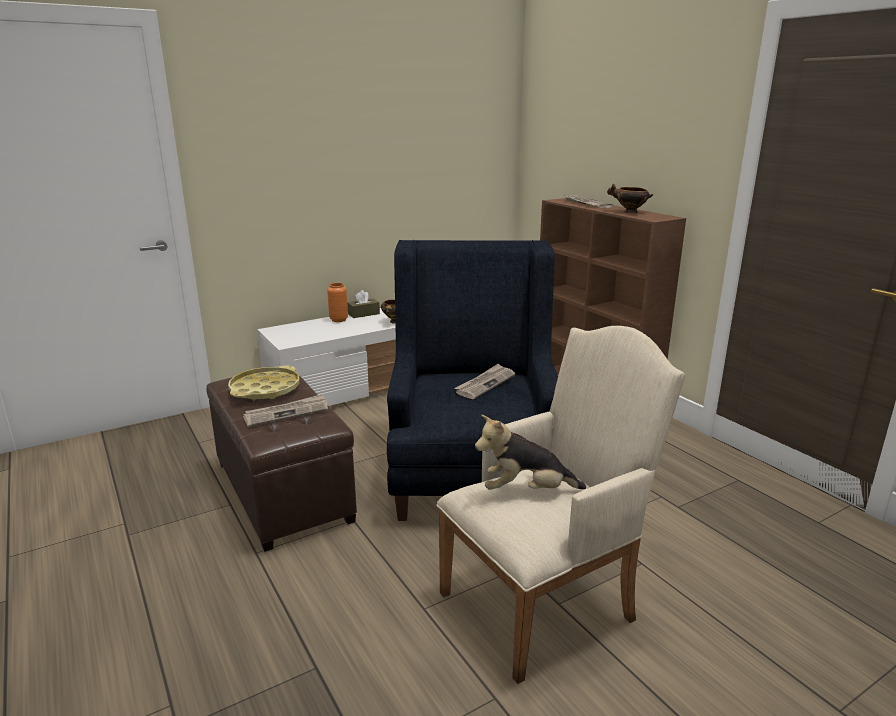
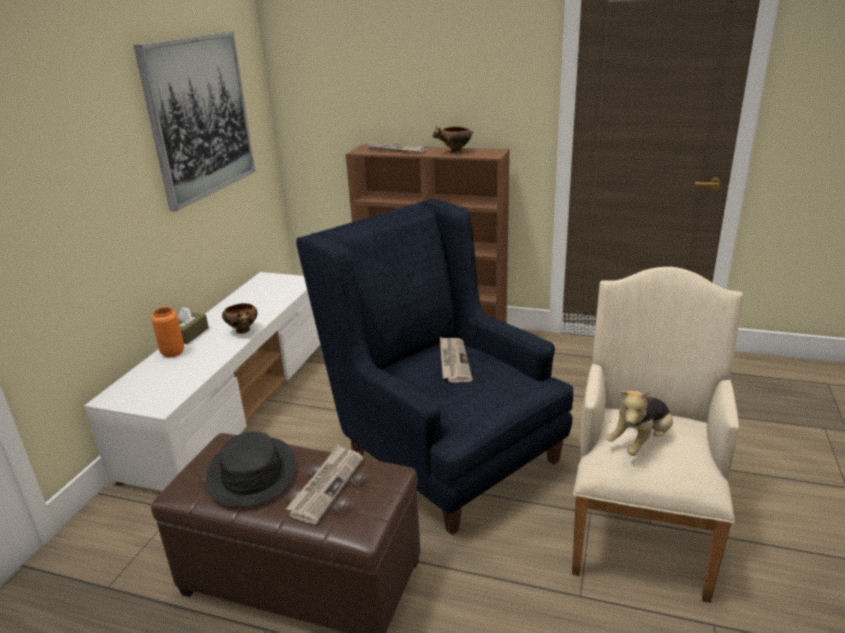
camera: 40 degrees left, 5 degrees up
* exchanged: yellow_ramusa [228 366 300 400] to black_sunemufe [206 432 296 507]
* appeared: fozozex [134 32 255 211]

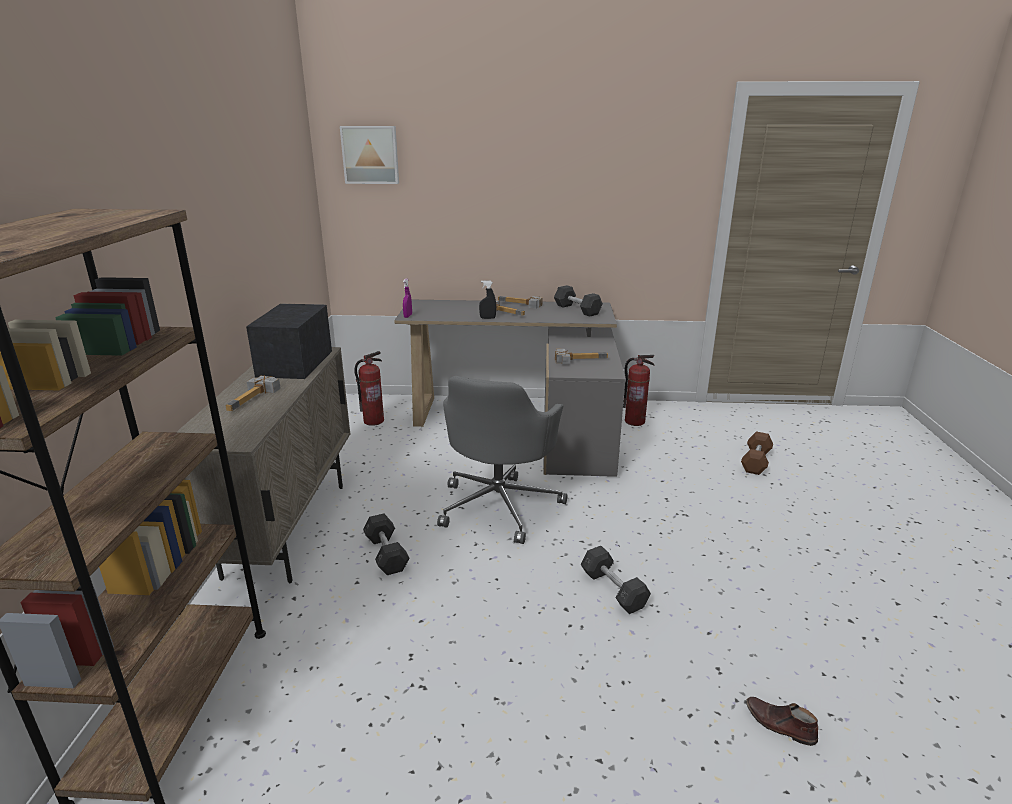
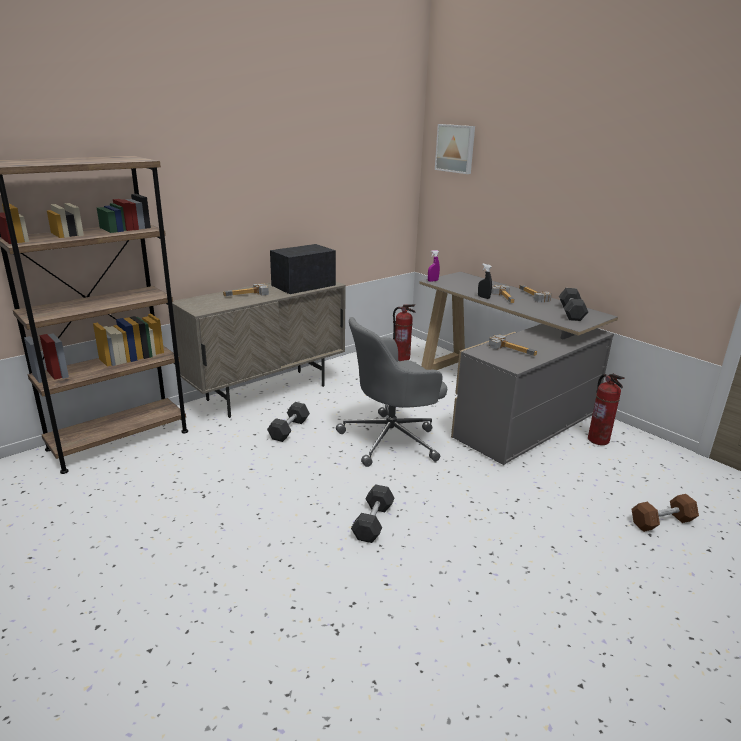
camera: 45 degrees right, 0 degrees up
* missing: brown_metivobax [746 697 818 746]

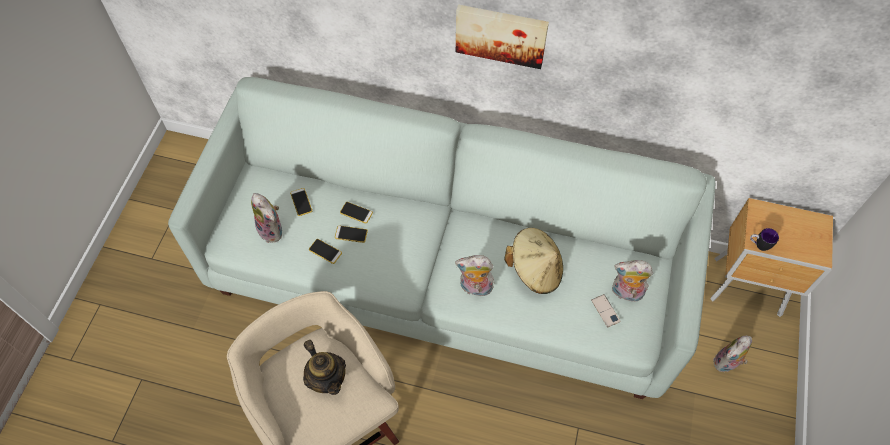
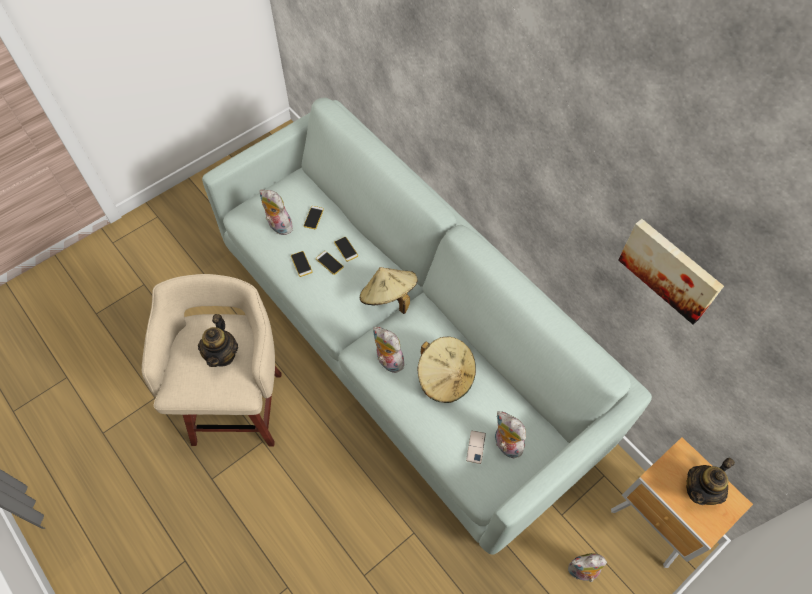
camera: 35 degrees right, 0 degrees up
* spun: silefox [251 193 282 243] = [259 190 293 235] 135 degrees clockwise
* relocated: fozozex [456 4 549 69] to [618 219 724 324]
* missing: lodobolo [750 228 779 251]
* appeared: beige_sunemufe [360 267 418 314]
* appeared: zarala [687 458 735 505]

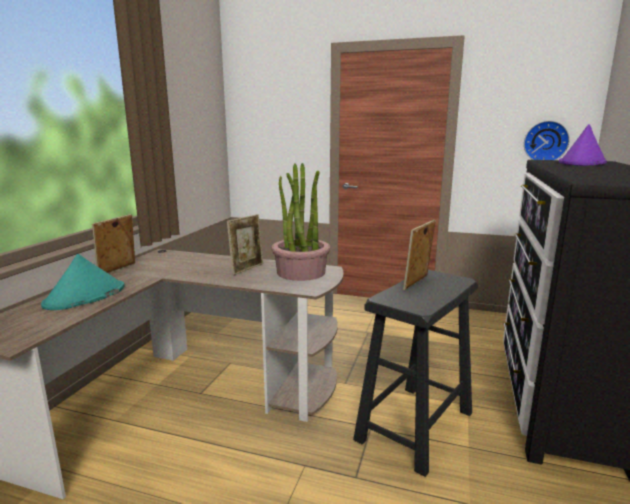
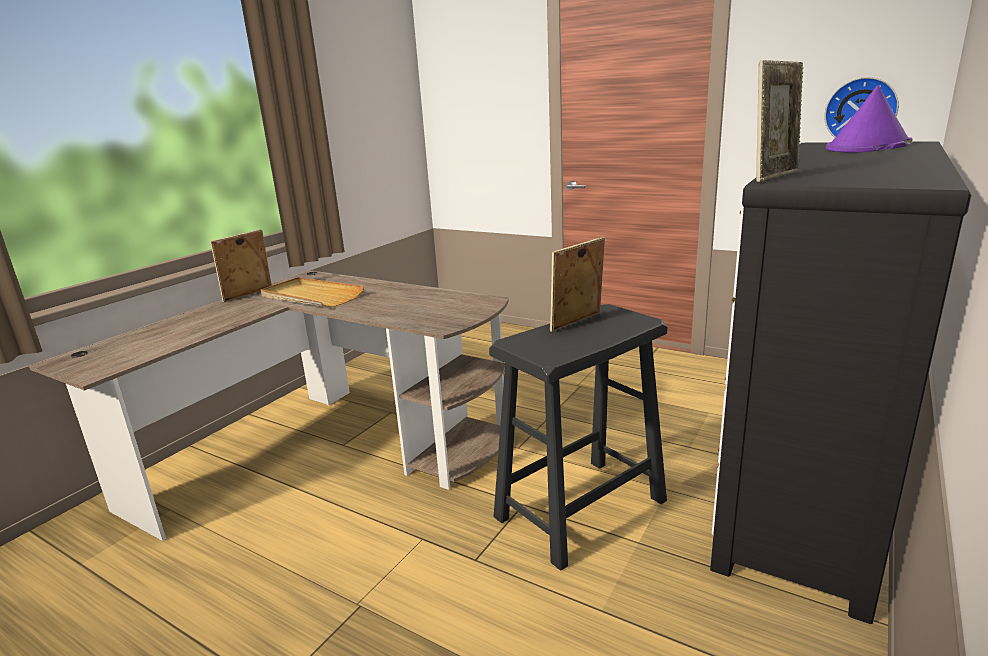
camera: 15 degrees right, 5 degrees up
* missing: turquoise_sunemufe [41 254 125 310]
* relocated: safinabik [227 214 263 275] to [756 60 803 182]
* missing: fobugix [272 163 330 281]
* appeared: beige_ramusa [261 277 364 307]

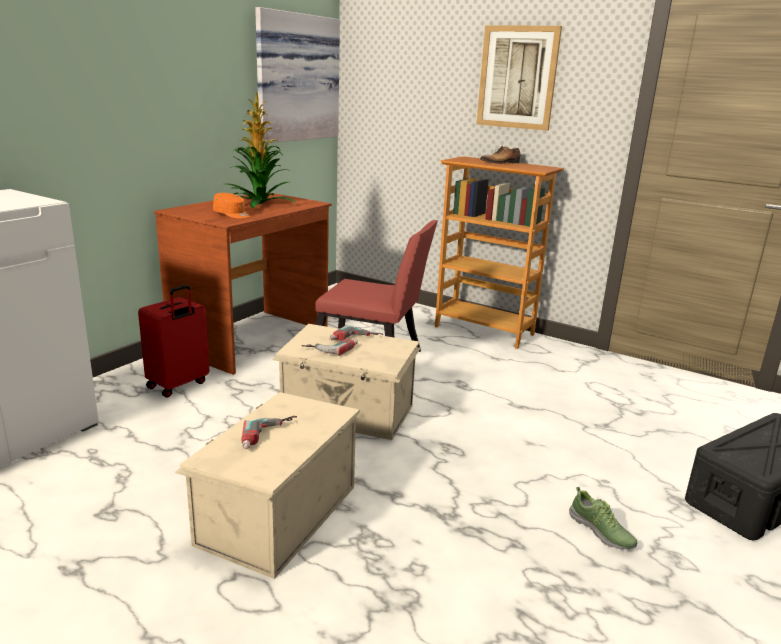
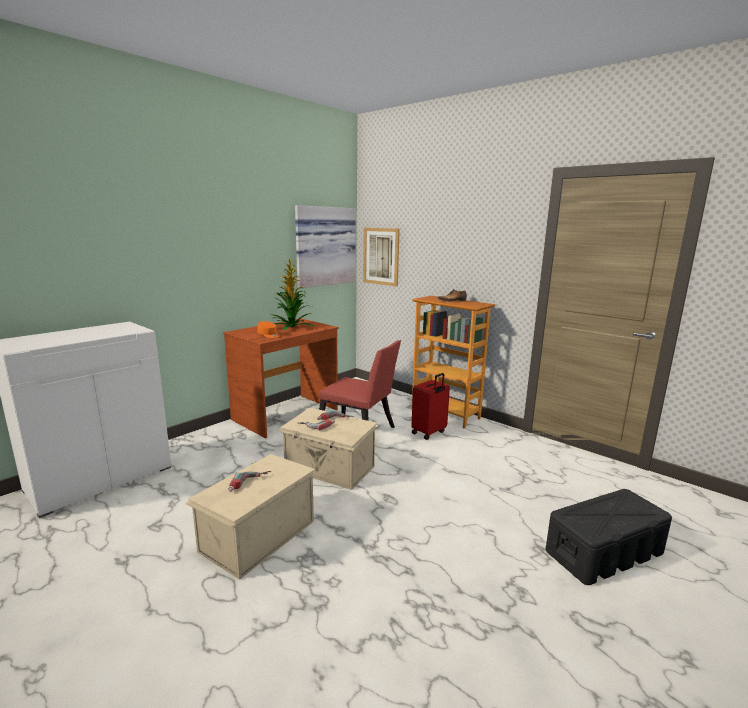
camera: 10 degrees right, 5 degrees down
* relocated: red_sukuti [138 285 210 397] to [411 373 450 440]
* relocated: fozozex [477 25 562 131] to [363 228 400 287]
* missing: metivobax [569 487 637 550]

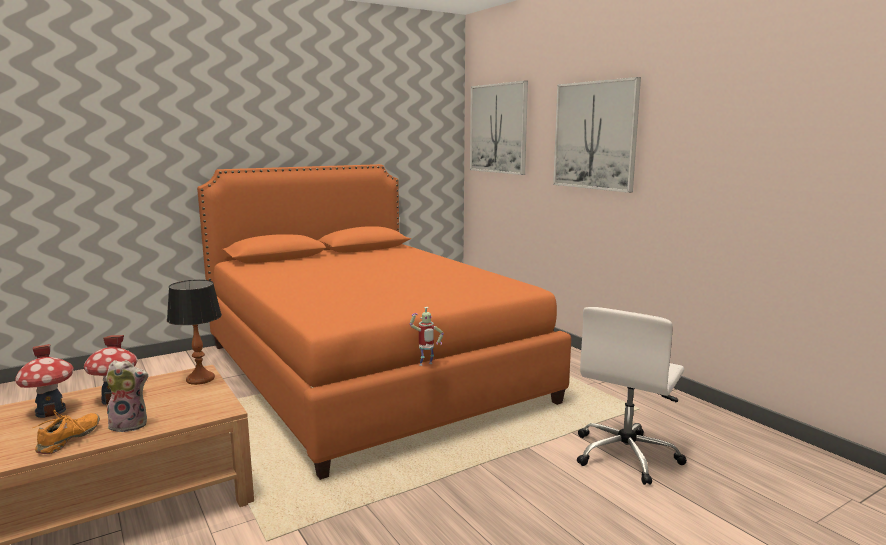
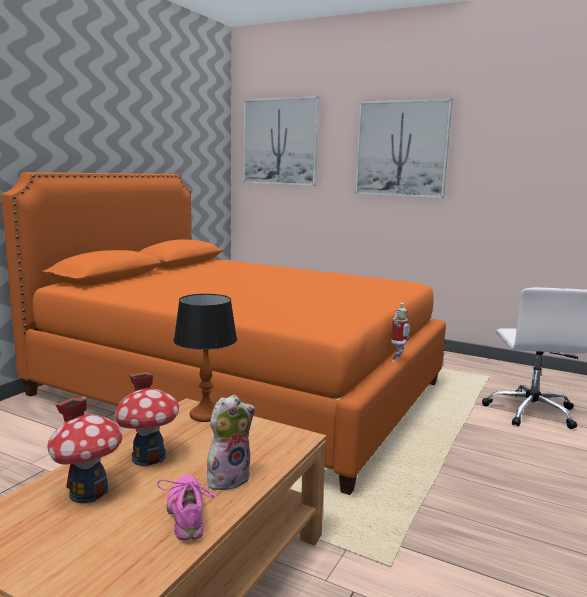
camera: 30 degrees left, 0 degrees up
* colour: orange_metivobax [33 410 100 454] to pink_metivobax [157 475 222 541]

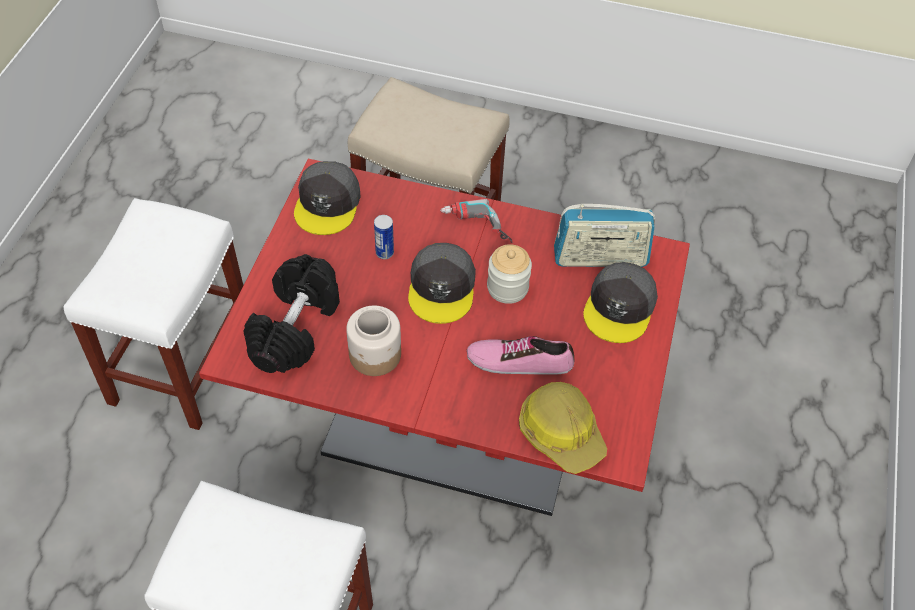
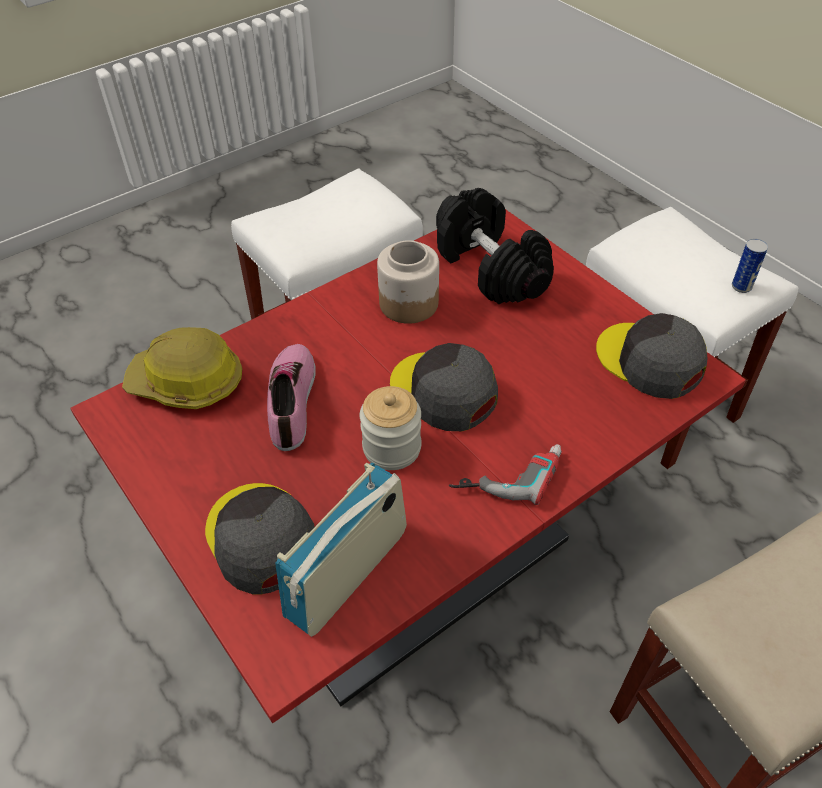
camera: 130 degrees right, 5 degrees down
* relocated: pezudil [374 215 394 259] to [732 239 768 293]
* spun: metivobax [467 336 574 375] = [267 344 316 451] 45 degrees counterclockwise

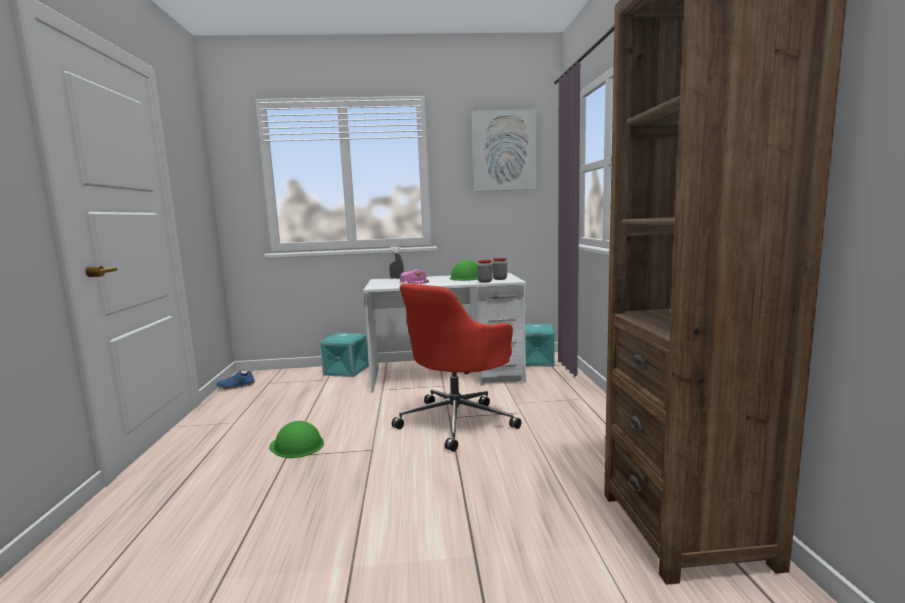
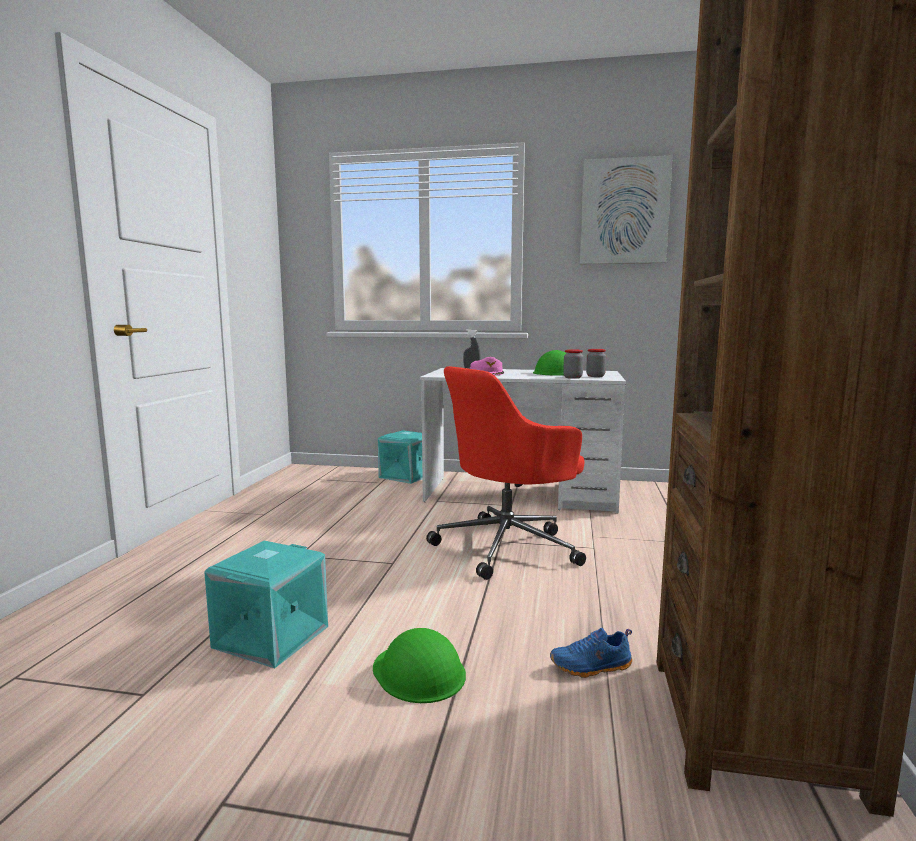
camera: 15 degrees right, 0 degrees up
* relocated: blue_metivobax [217 369 255 390] to [550 628 632 678]
* relocated: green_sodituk [269 421 324 458] to [373 628 466 703]
* relocated: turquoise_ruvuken [525 324 554 367] to [204 541 328 668]

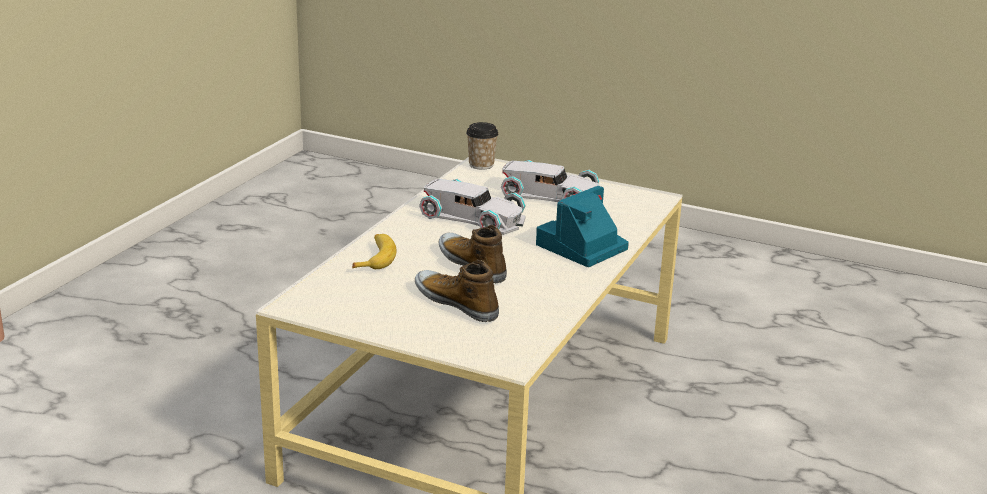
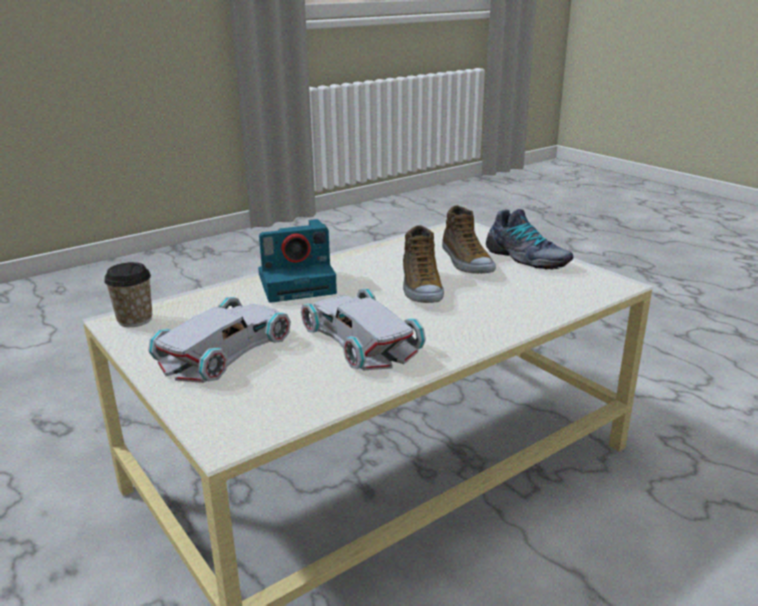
camera: 150 degrees left, 0 degrees up
* missing: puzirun [352 234 397 269]
* relocated: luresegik [466 122 499 170] to [104 262 152 327]
* spun: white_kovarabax [501 160 600 202] = [148 297 291 383] 75 degrees clockwise
* appeared: metivobax [486 209 574 269]

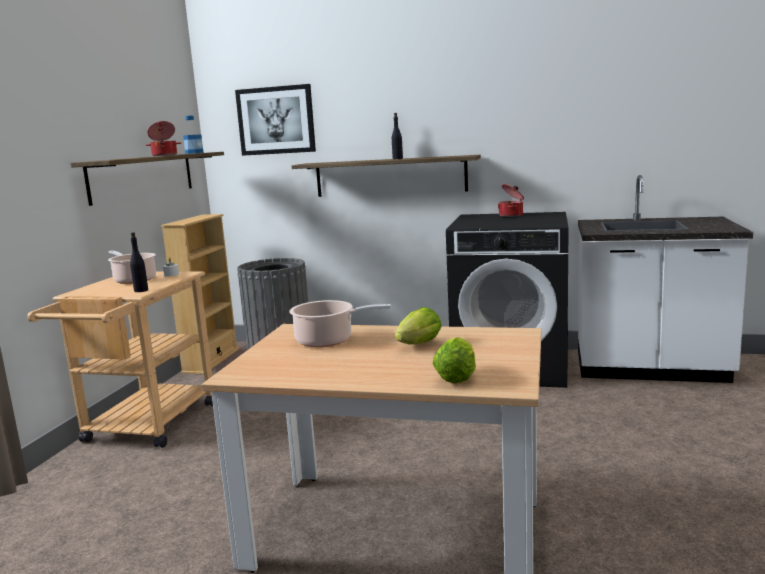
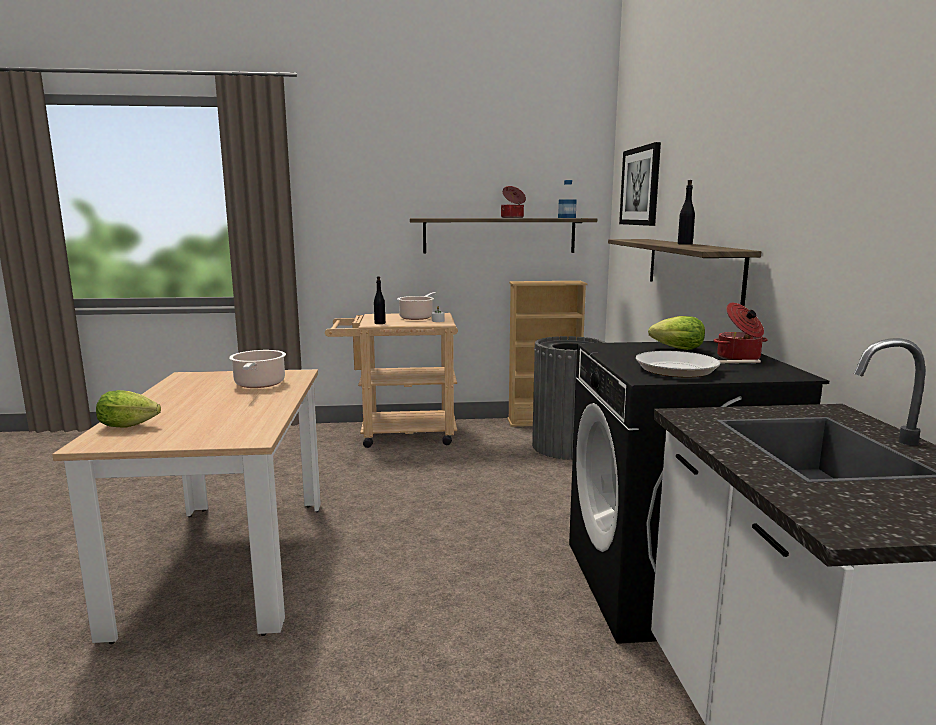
camera: 70 degrees right, 0 degrees up
* relocated: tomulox [395 307 442 345] to [648 316 705 350]
* appeared: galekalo [636 351 761 377]

